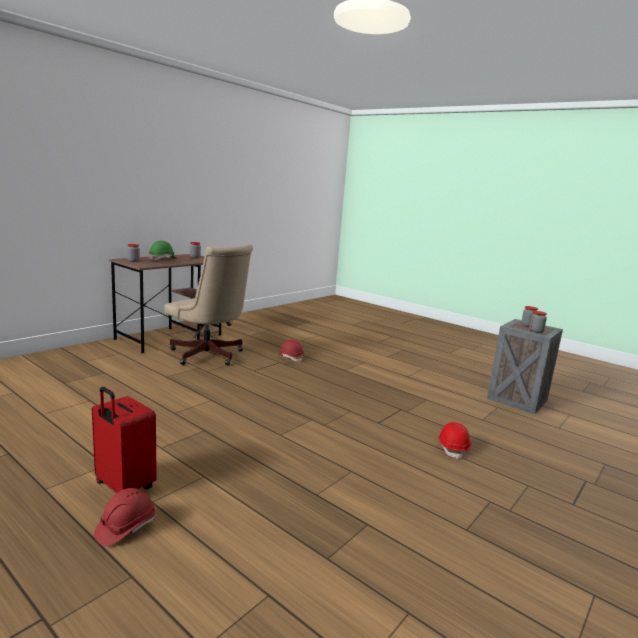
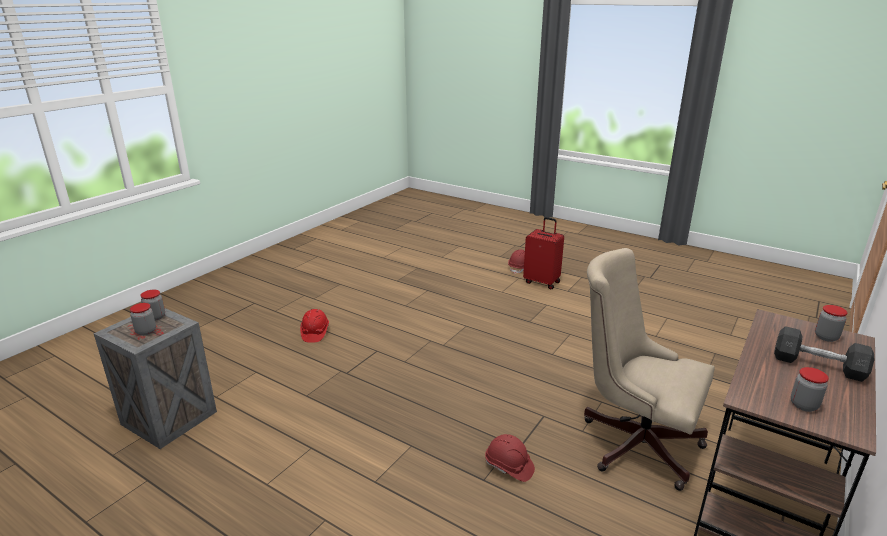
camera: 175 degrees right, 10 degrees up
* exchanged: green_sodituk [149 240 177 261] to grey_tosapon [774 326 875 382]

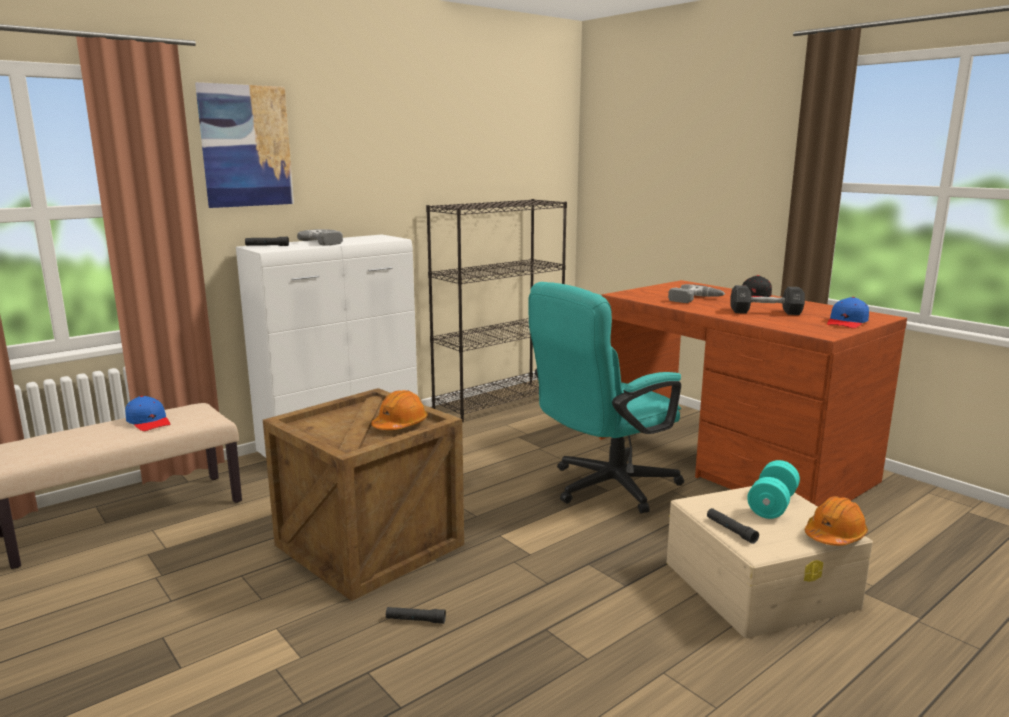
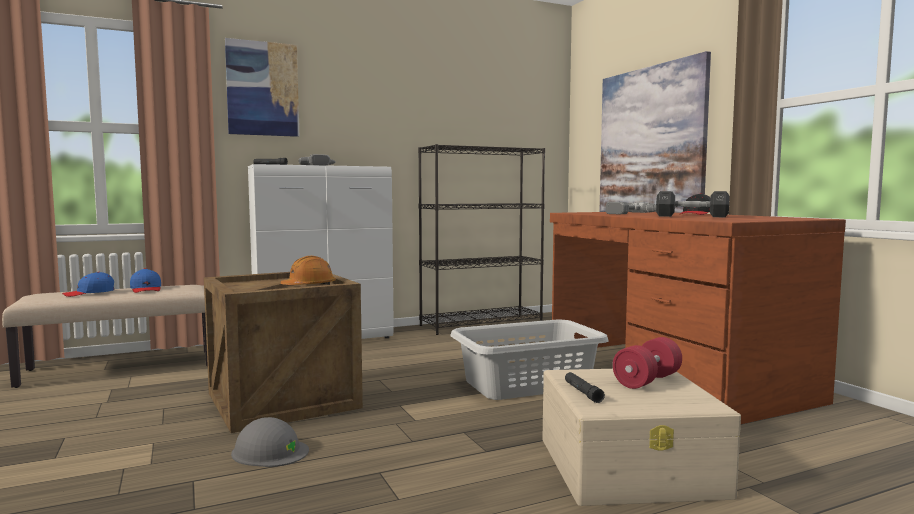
camera: 15 degrees right, 10 degrees down
* exchanged: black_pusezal [386 607 446 624] to grey_sodituk [231 417 309 467]
* exchanged: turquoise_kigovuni [528 282 684 514] to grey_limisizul [450 320 608 400]
* colour: turquoise_tosapon [747 460 800 519] to red_tosapon [612 337 682 389]
* missing: orange_sodituk [805 496 868 546]
* relocated: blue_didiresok [827 297 869 329] to [62 272 114 297]
* appeared: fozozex [599 51 711 213]

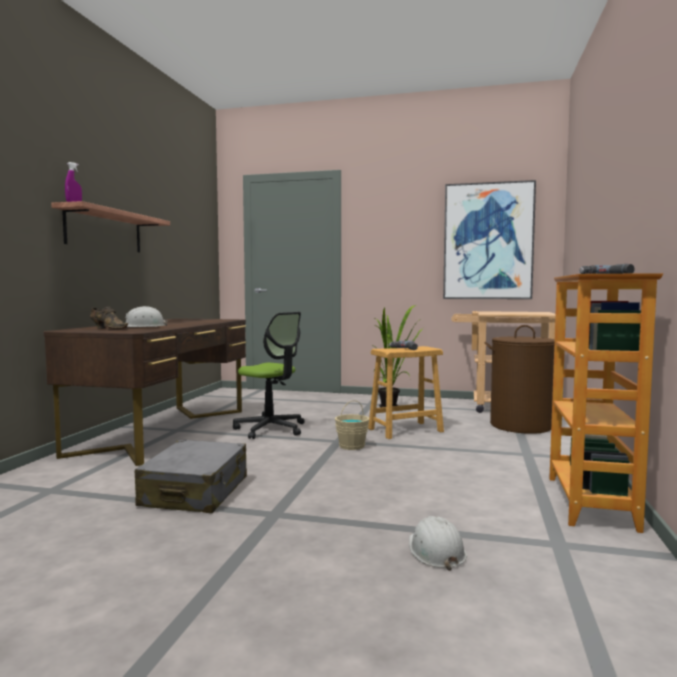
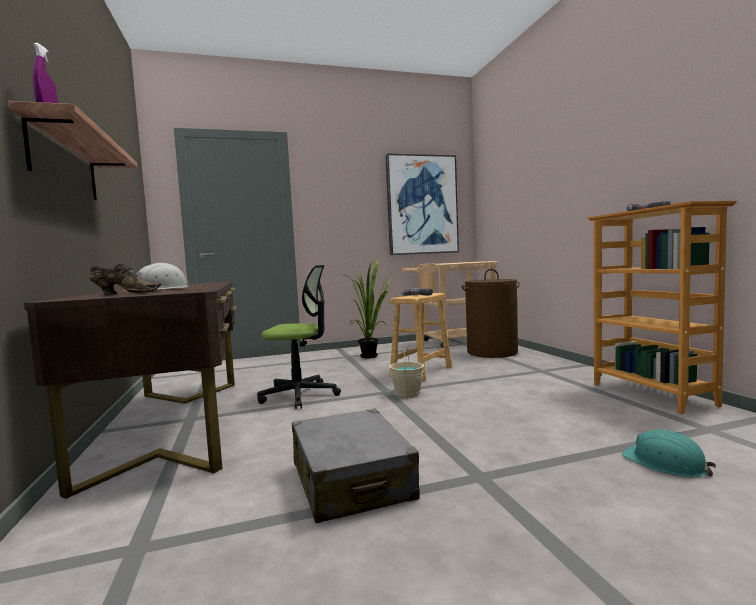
camera: 30 degrees left, 0 degrees up
* colour: white_sodituk [409 516 467 571] to turquoise_sodituk [622 430 716 478]

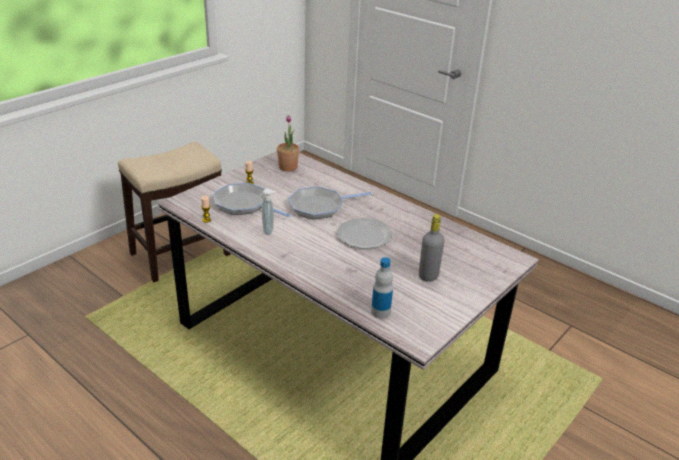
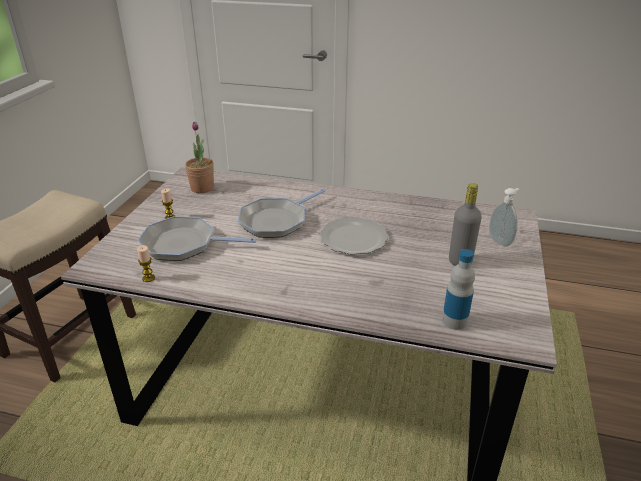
camera: 25 degrees left, 0 degrees up
* relocated: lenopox [262 189 276 235] to [489 188 519 247]

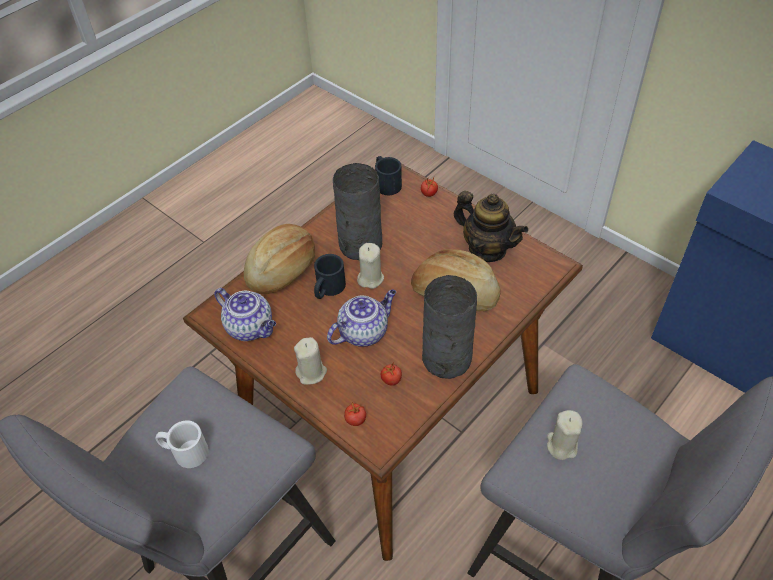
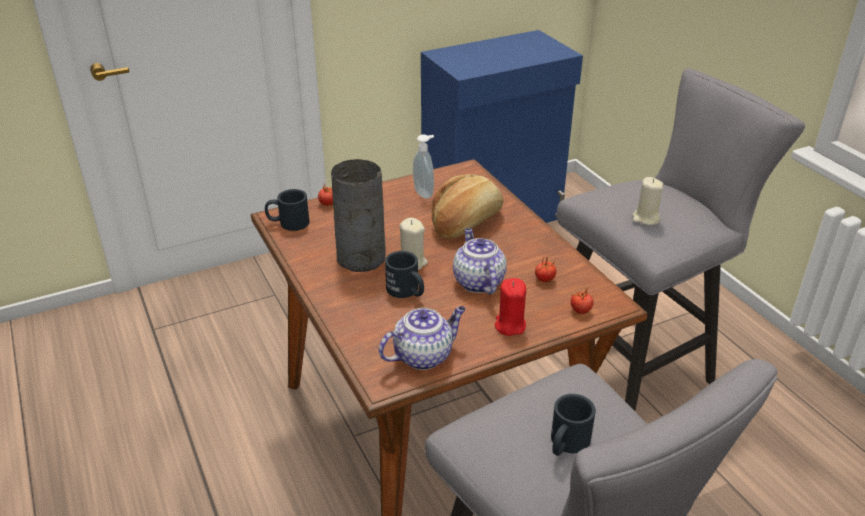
camera: 70 degrees left, 15 degrees down
* colour: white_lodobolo [156 420 209 468] to black_lodobolo [551 394 596 456]
* missing: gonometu [243 224 315 294]
* colour: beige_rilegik [294 337 327 385] to red_rilegik [495 278 526 336]
* missing: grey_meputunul [422 275 477 379]
* exchanged: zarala [454 191 528 262] to lenopox [413 135 434 199]

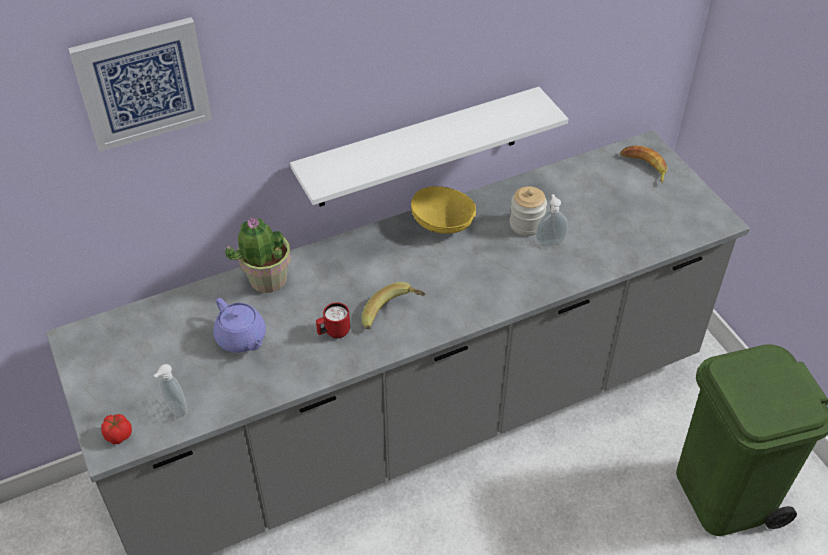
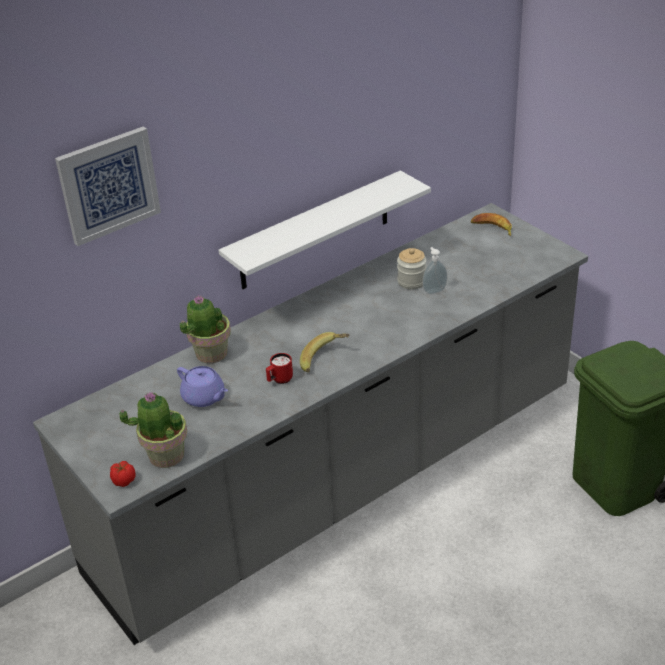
camera: 10 degrees left, 10 degrees down
* exchanged: lenopox [154 364 187 417] to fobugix [119 392 187 468]
* missing: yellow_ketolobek [411 186 476 234]

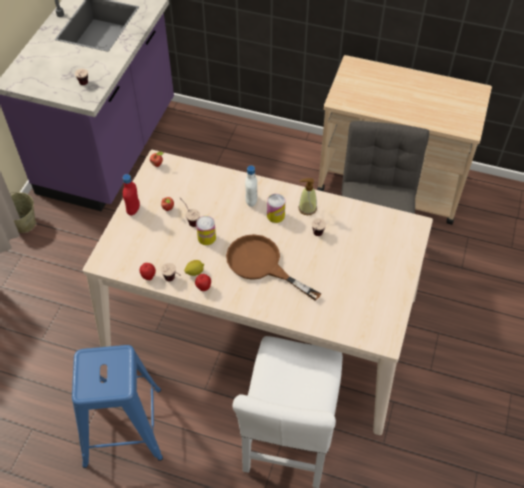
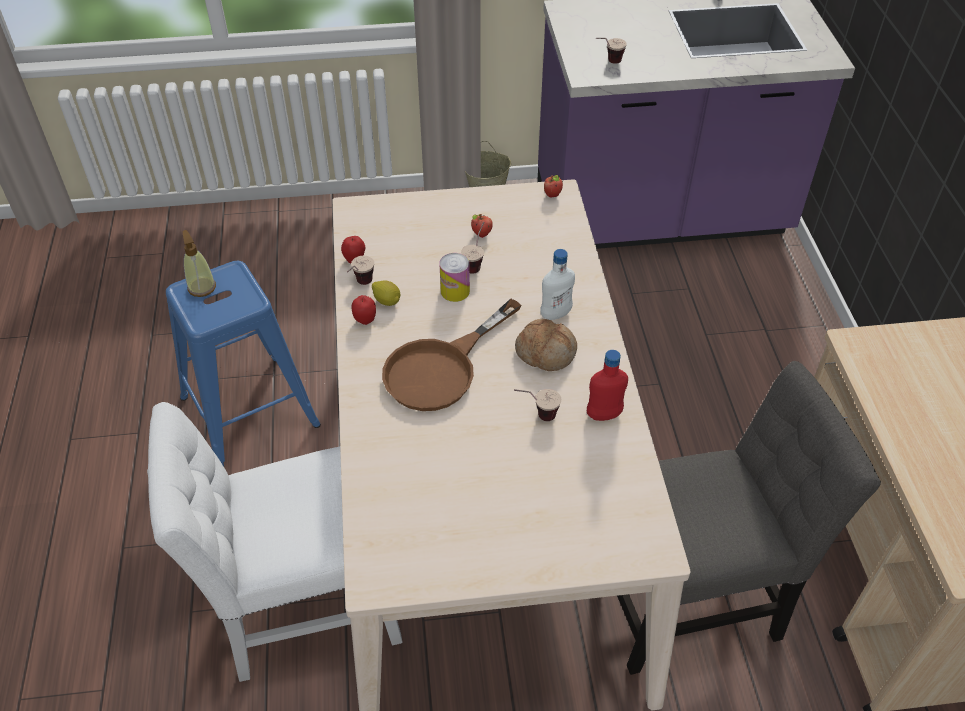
camera: 65 degrees right, 5 degrees down
* relocated: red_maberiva [123 174 140 215] to [587 350 628 421]
* spun: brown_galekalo [226 234 321 301] = [382 299 521 411] 150 degrees counterclockwise
* exchanged: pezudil [267 194 285 223] to gonometu [515 319 577 371]
* relocated: lenopox [298 178 317 215] to [183 230 216 297]

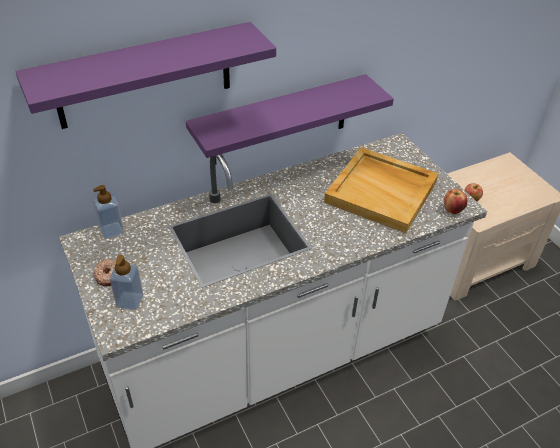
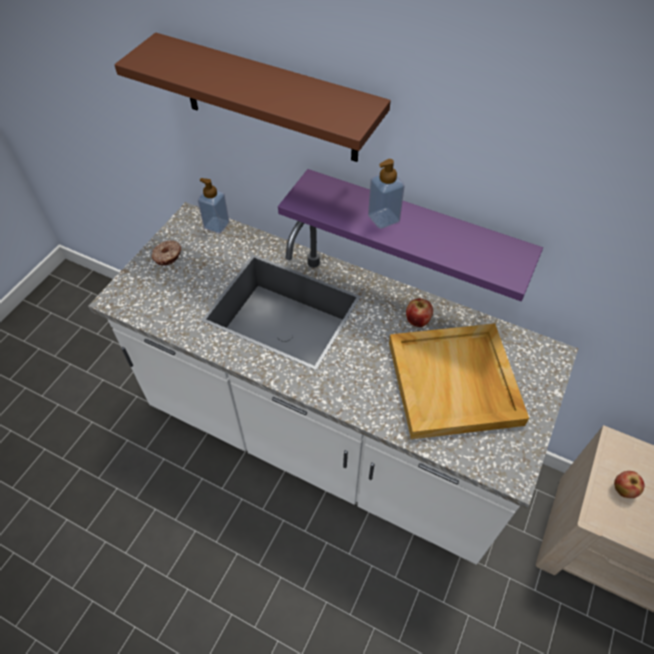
camera: 55 degrees right, 10 degrees up
* colour: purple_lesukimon [16 22 276 129] to brown_lesukimon [114 33 391 162]
* relocated: lenopox [110 255 143 310] to [368 159 405 229]
* relocated: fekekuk [444 189 468 214] to [406 298 433 327]

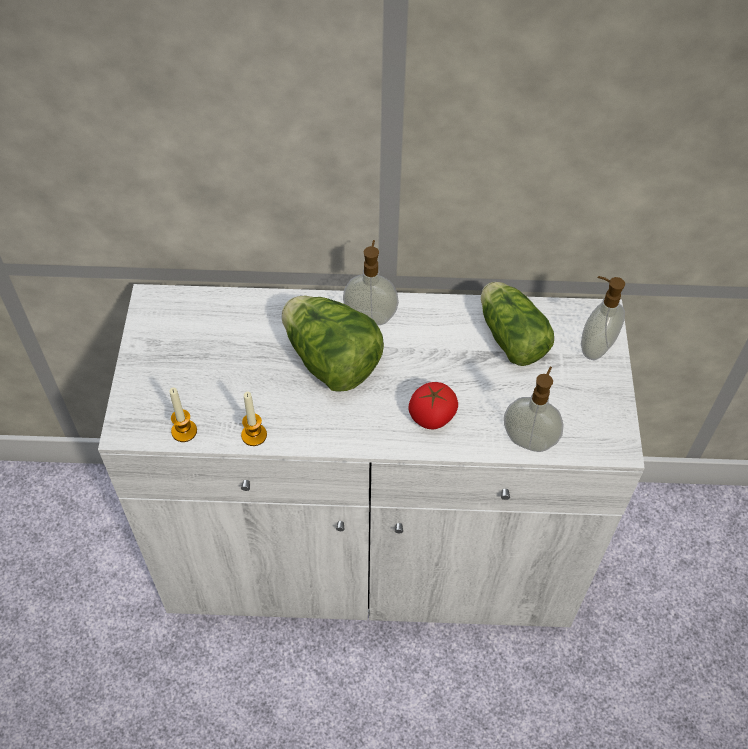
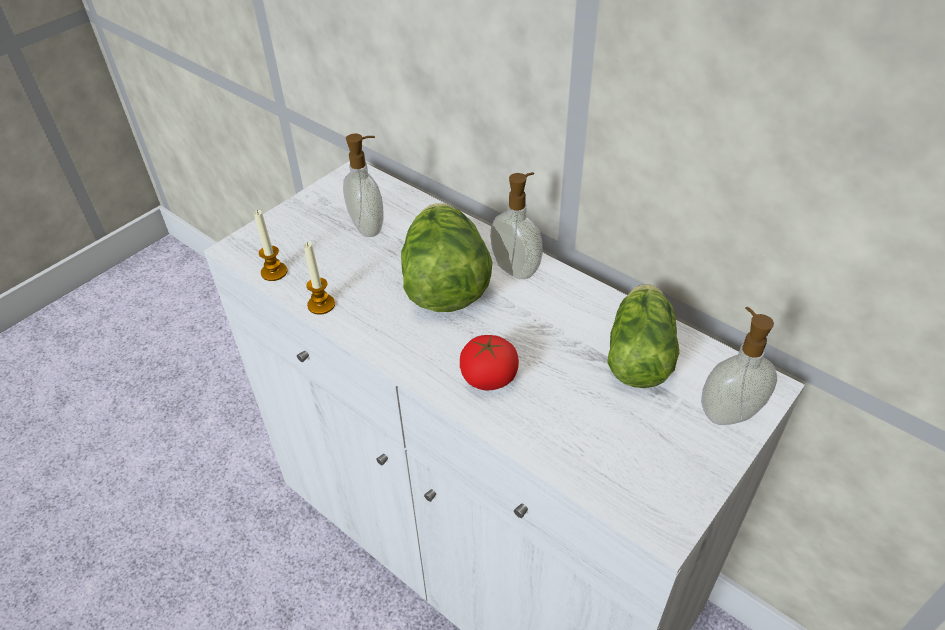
camera: 40 degrees right, 10 degrees down
* relocated: lenopox [504 367 564 452] to [343 133 384 237]

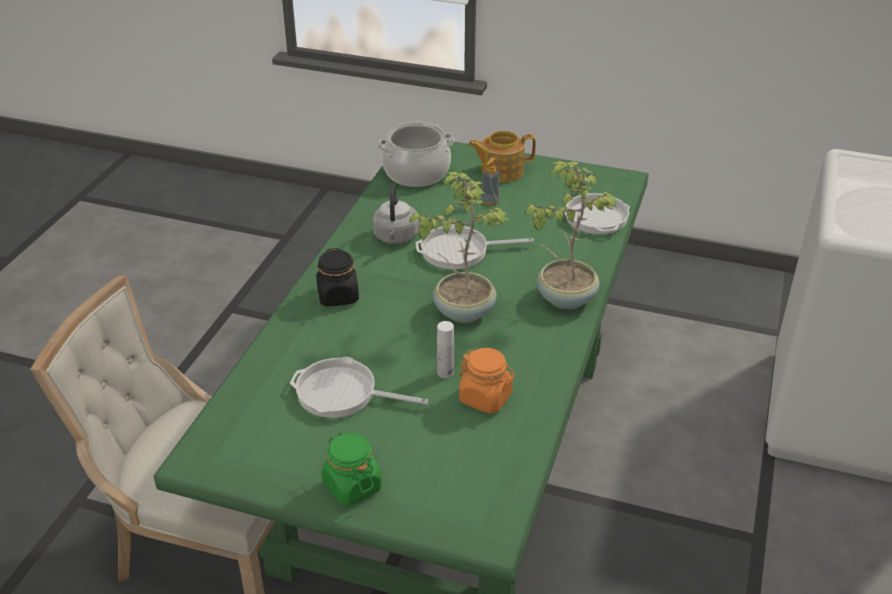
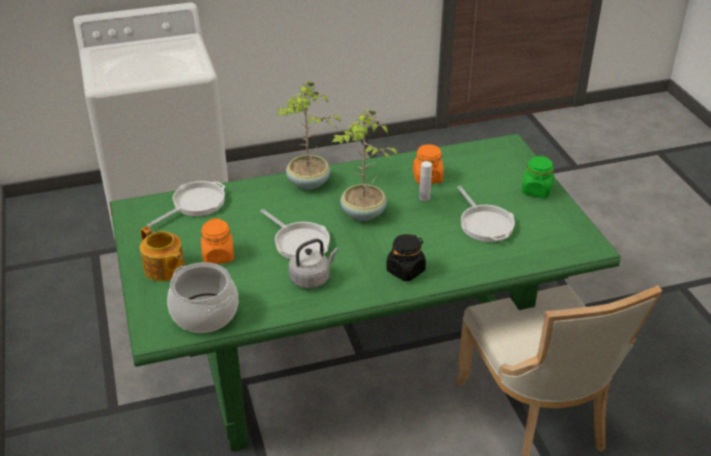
camera: 125 degrees left, 0 degrees up
* exchanged: lenopox [481 158 500 206] to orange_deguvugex [201 218 234 264]

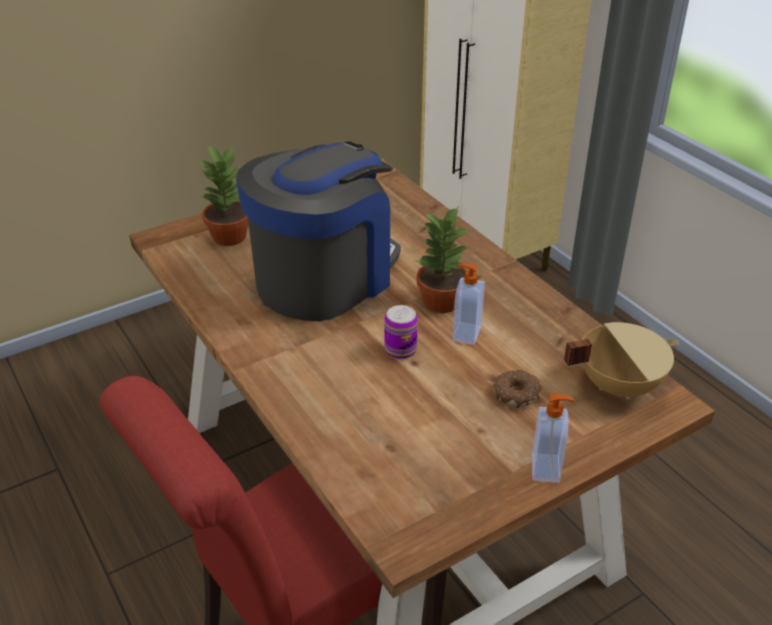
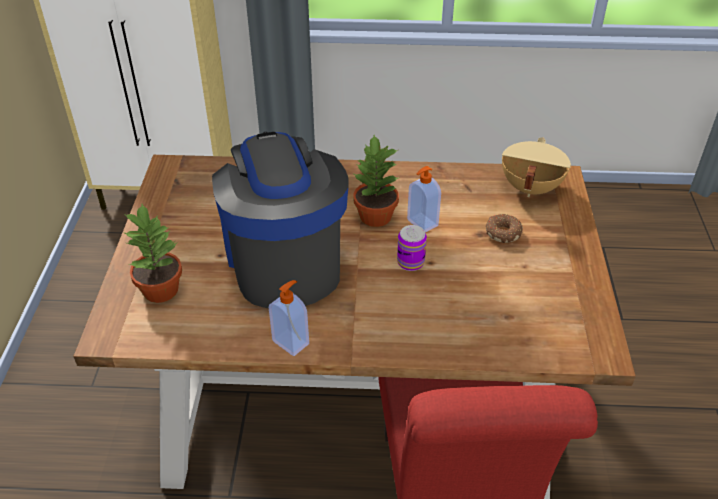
camera: 55 degrees left, 5 degrees up
* relocated: lenopox [532 394 575 483] to [269 280 309 356]

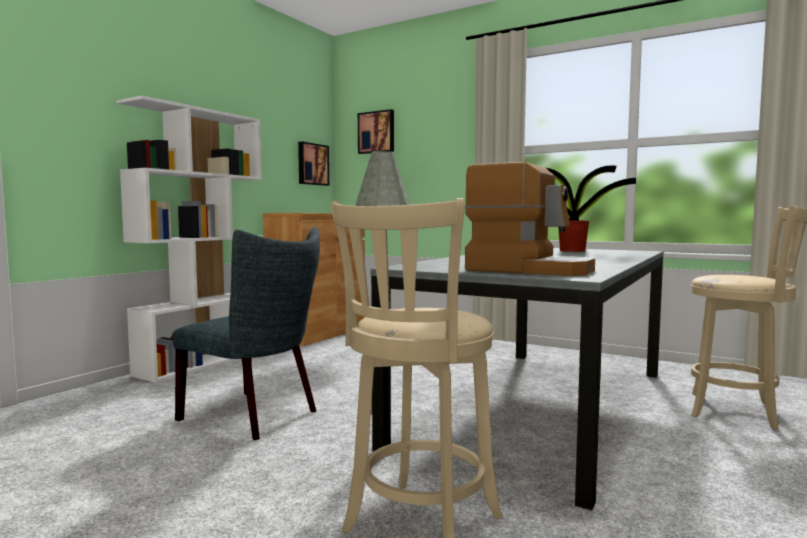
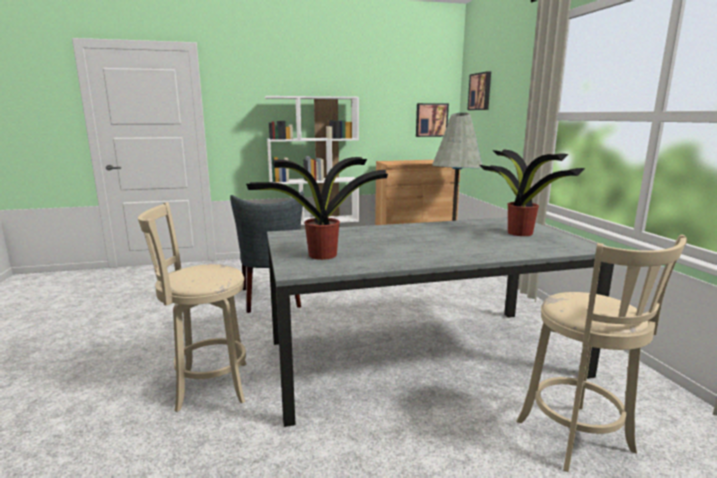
camera: 45 degrees right, 10 degrees up
* exchanged: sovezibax [465 162 595 276] to fobugix [246 157 388 260]

